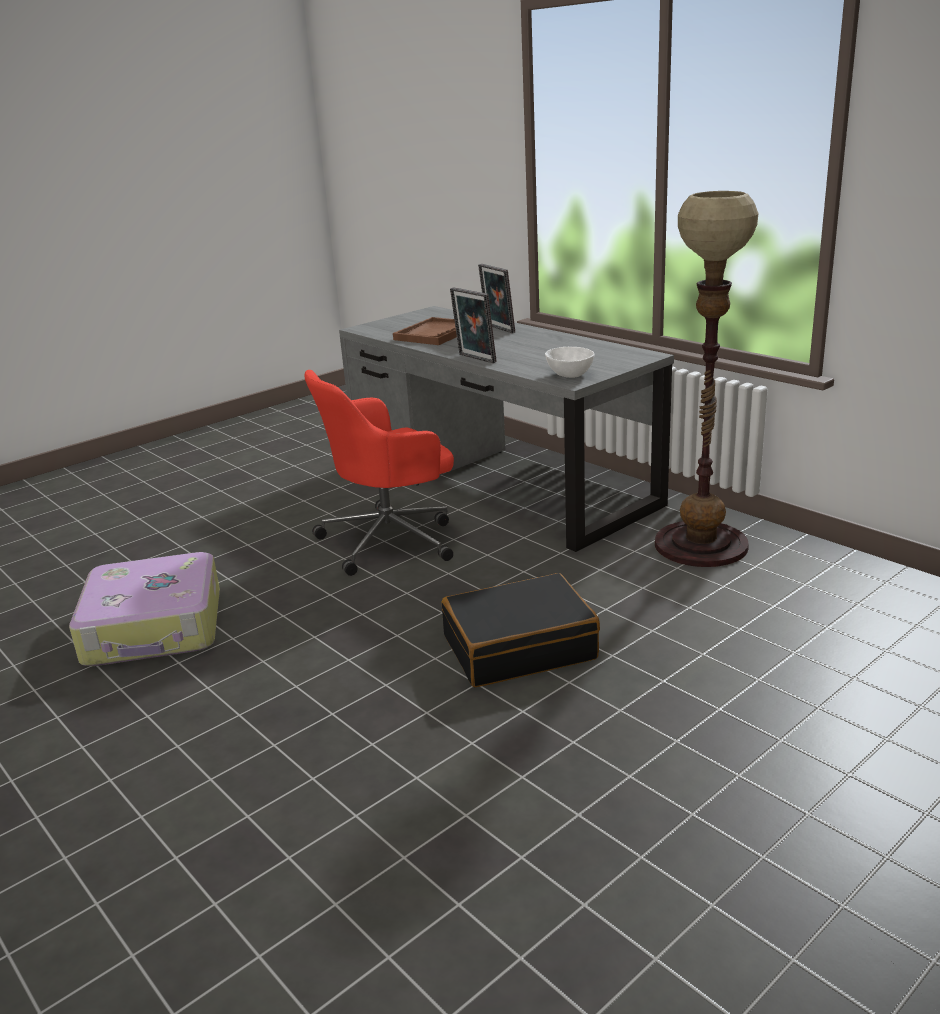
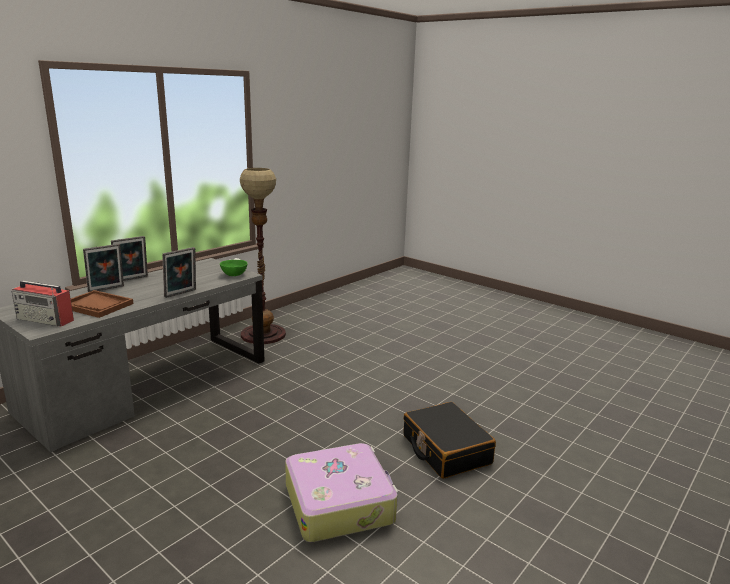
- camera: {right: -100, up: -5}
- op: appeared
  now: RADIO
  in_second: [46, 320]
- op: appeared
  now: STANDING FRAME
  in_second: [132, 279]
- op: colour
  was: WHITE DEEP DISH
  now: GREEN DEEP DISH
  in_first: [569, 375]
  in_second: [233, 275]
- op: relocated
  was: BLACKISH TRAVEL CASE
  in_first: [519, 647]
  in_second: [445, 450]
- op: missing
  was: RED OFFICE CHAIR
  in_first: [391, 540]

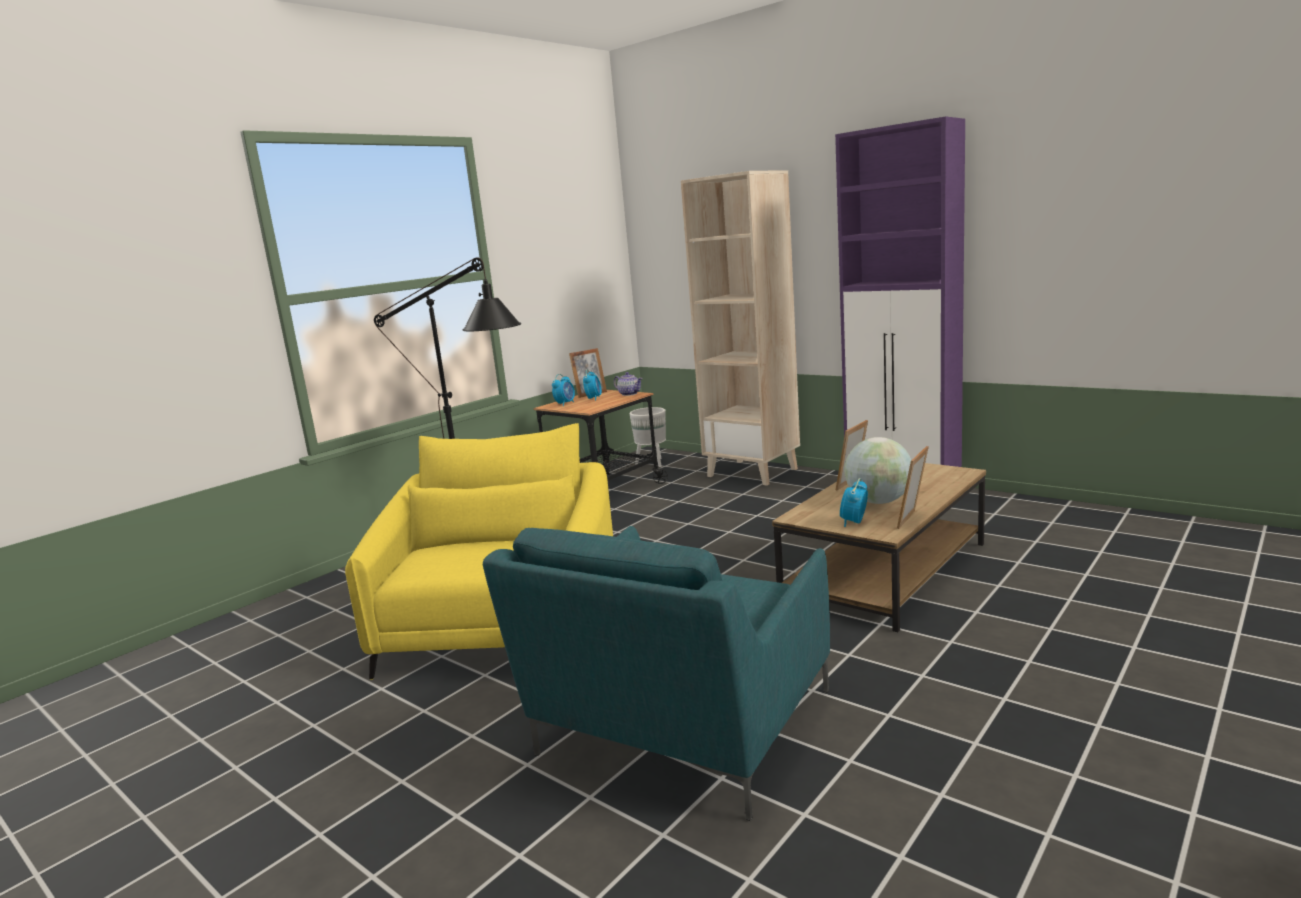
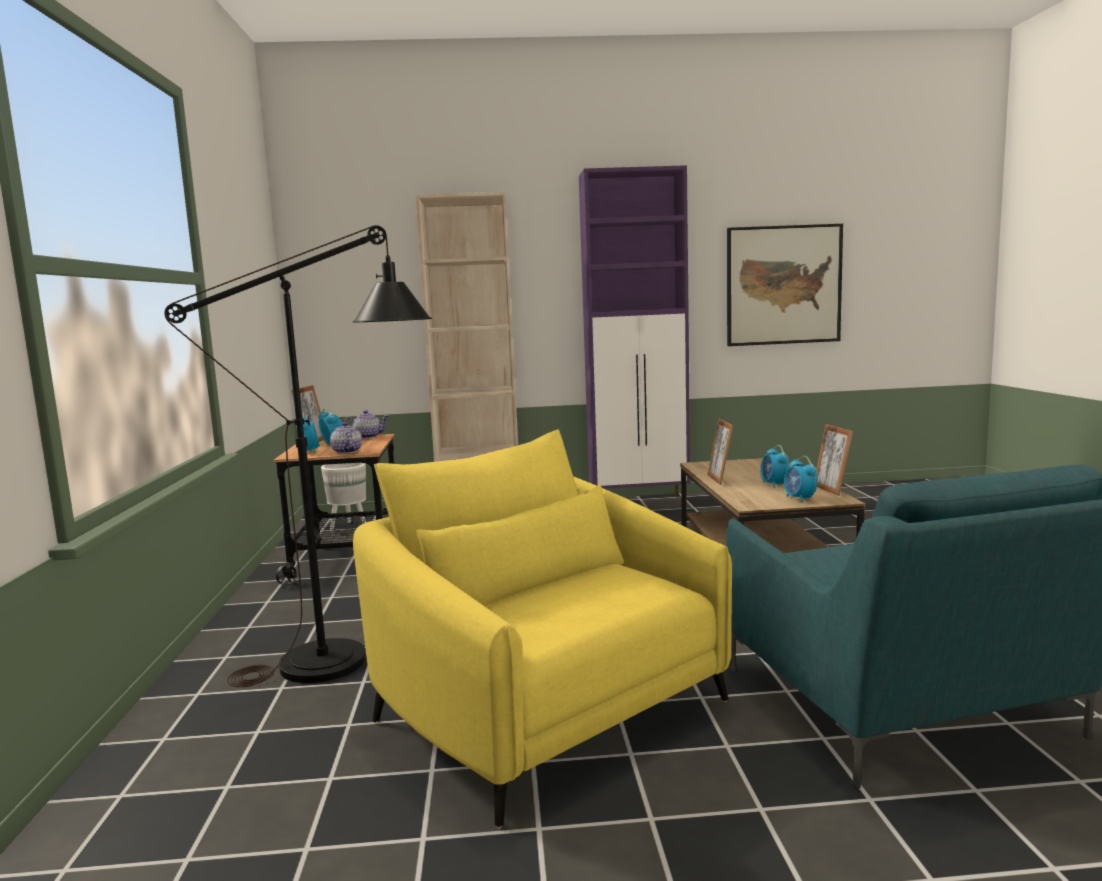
- camera: {right: -45, up: -5}
- op: appeared
  now: TEAPOT
  in_second: [346, 451]
- op: appeared
  now: WALL PICTURE
  in_second: [783, 285]
- op: exchanged
  was: WORLD GLOBE
  now: TABLE CLOCK
  in_first: [879, 502]
  in_second: [774, 485]

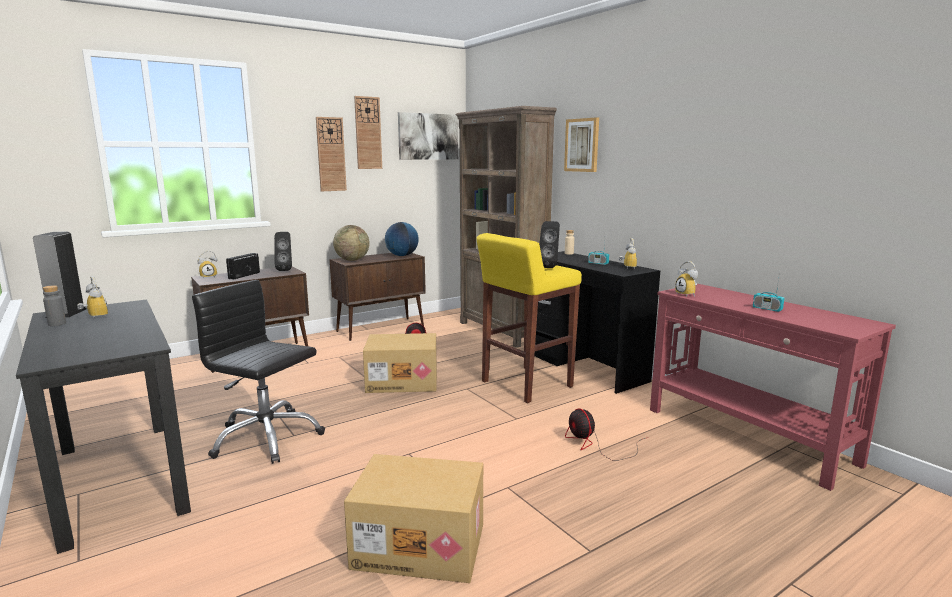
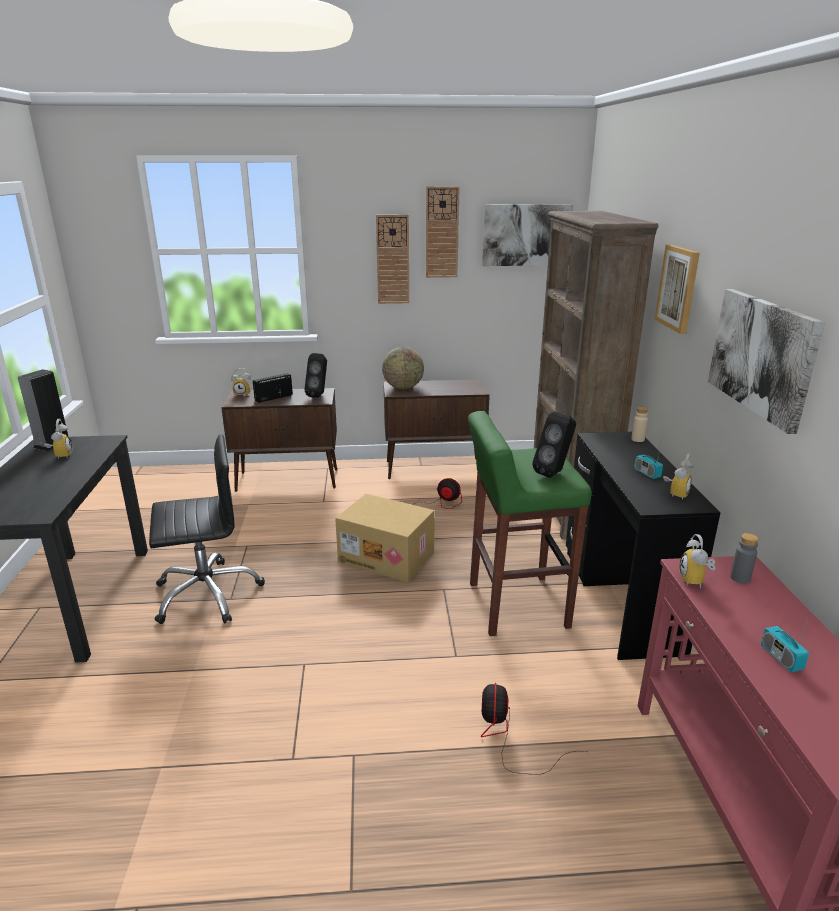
- camera: {right: 30, up: 10}
- op: spun
  was: BLACKISH OFFICE CHAIR
  in_first: [266, 438]
  in_second: [207, 593]
  clockwise: 105
- op: colour
  was: YELLOWISH STOOL SEAT
  now: GREEN STOOL SEAT
  in_first: [525, 384]
  in_second: [516, 605]
- op: appeared
  now: WALL PICTURE
  in_second: [762, 355]
- op: relocated
  was: GRAY BOTTLE
  in_first: [57, 324]
  in_second: [740, 578]
- op: missing
  was: CARTON
  in_first: [421, 545]
- op: missing
  was: WORLD GLOBE
  in_first: [402, 255]

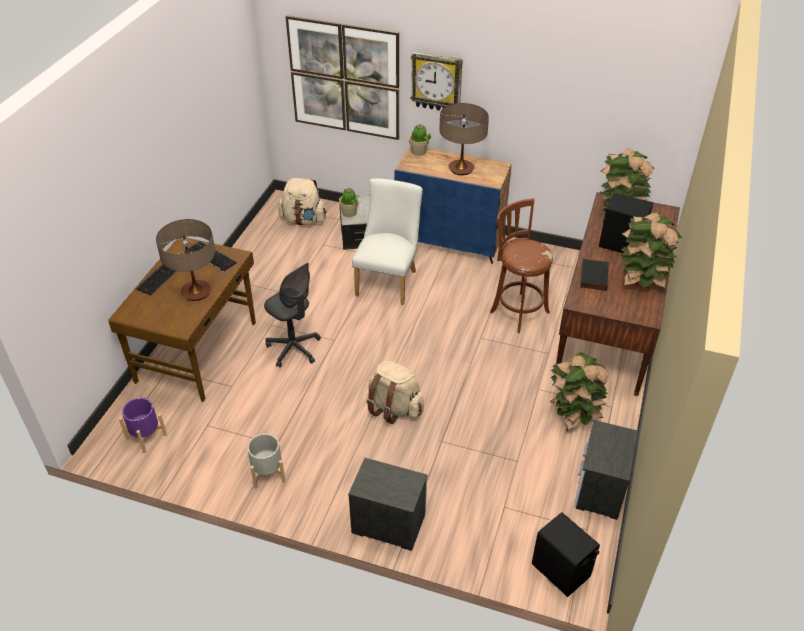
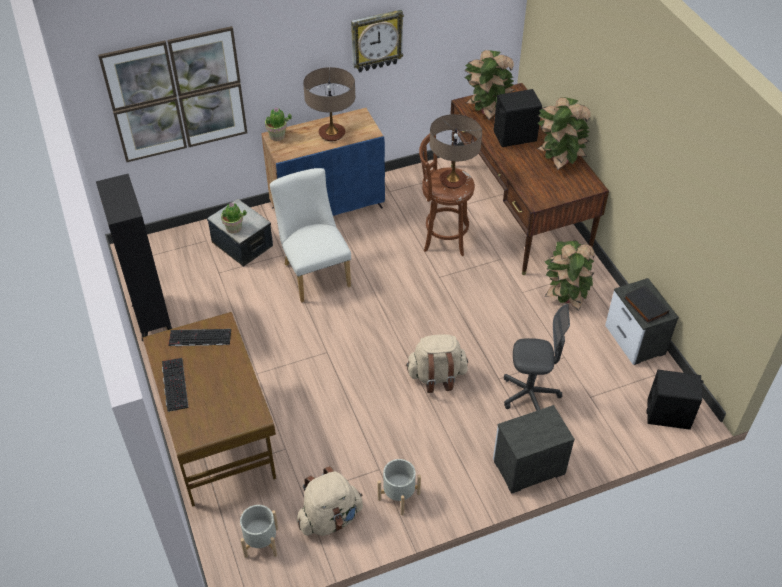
- camera: {right: -40, up: 5}
- op: appeared
  now: BLACKISH BOOKSHELF
  in_second: [152, 317]
- op: colour
  was: PURPLISH PLANTER
  now: GRAY PLANTER
  in_first: [146, 436]
  in_second: [261, 542]
- op: relocated
  was: BEIGE-COLOURED RUCKSACK
  in_first: [303, 220]
  in_second: [330, 518]
- op: relocated
  was: HANGING CLOCK
  in_first: [436, 82]
  in_second: [376, 40]
- op: relocated
  was: TABLETOP LAMP
  in_first: [196, 292]
  in_second: [452, 180]
- op: relocated
  was: GRAY OFFICE CHAIR
  in_first: [294, 348]
  in_second: [530, 395]
- op: relocated
  was: BLACKISH BOUND BOOK
  in_first: [592, 276]
  in_second: [644, 306]

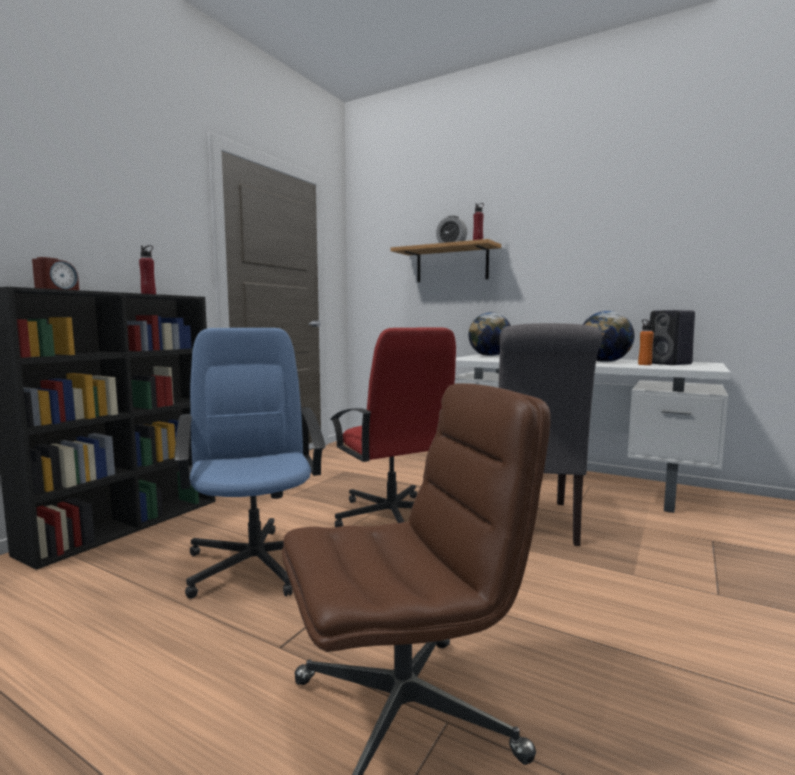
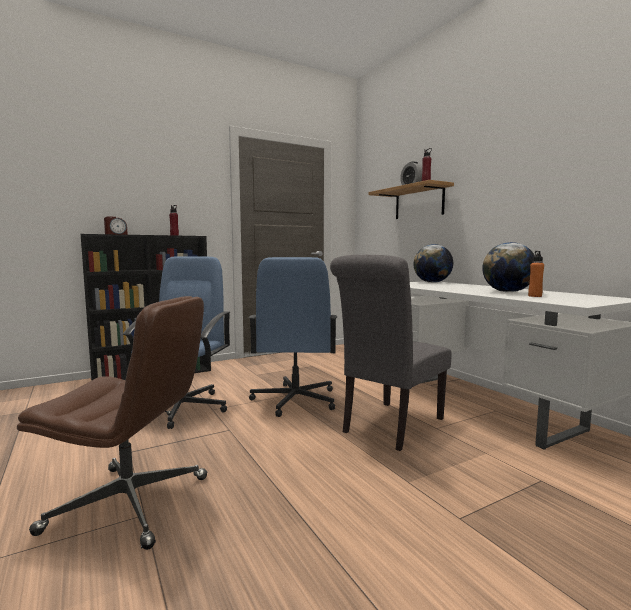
- camera: {right: 30, up: 0}
- op: colour
  was: RED OFFICE CHAIR
  now: BLUE OFFICE CHAIR
  in_first: [392, 517]
  in_second: [294, 400]
- op: missing
  was: BLACKISH LOUDSPEAKER
  in_first: [670, 364]

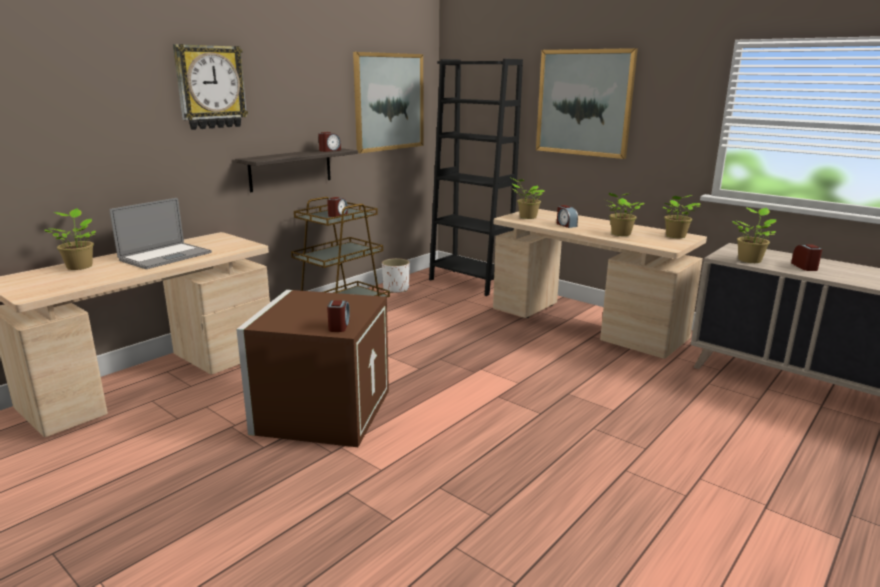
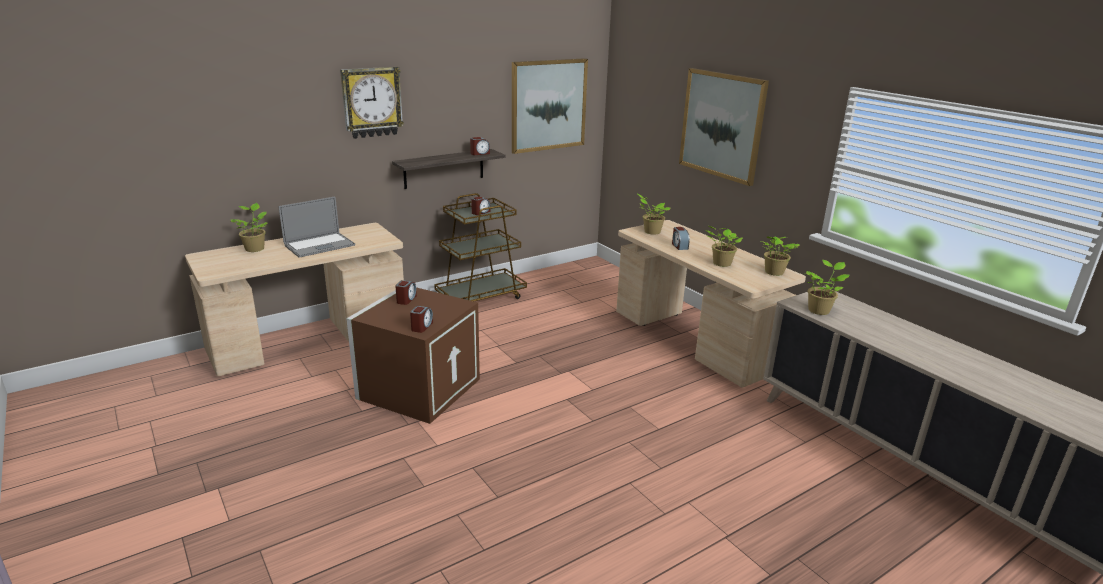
- camera: {right: 15, up: 5}
- op: relocated
  was: TABLE CLOCK
  in_first: [805, 267]
  in_second: [406, 299]
- op: missing
  was: WHITE PLANTER
  in_first: [396, 289]
- op: missing
  was: BLACKISH BOOKSHELF
  in_first: [470, 282]

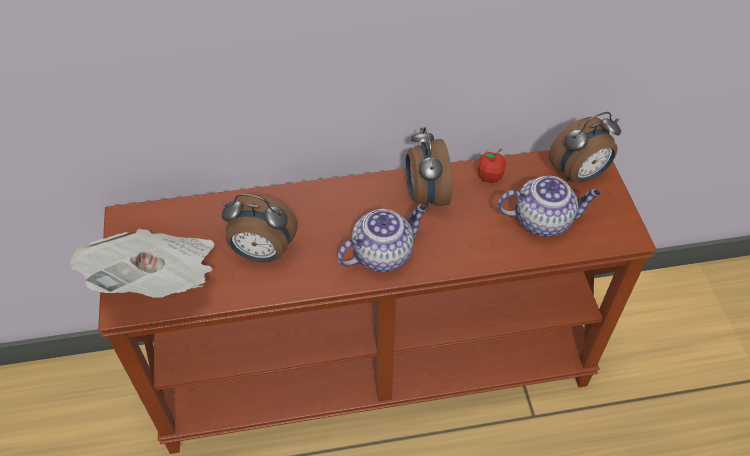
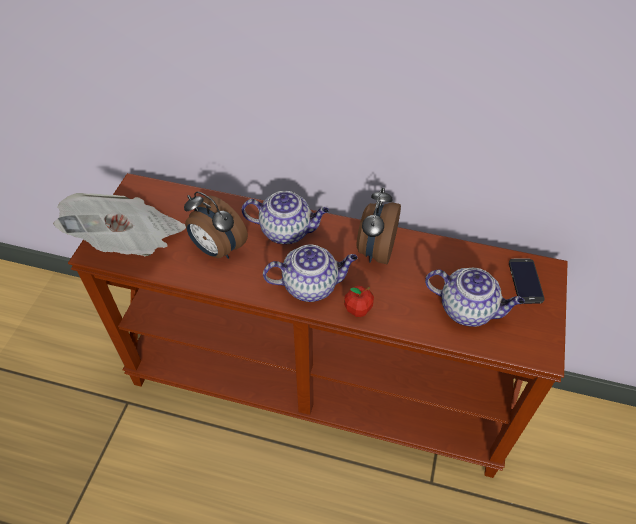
- camera: {right: 25, up: 0}
- op: appeared
  now: TEAPOT
  in_second: [287, 231]
- op: relocated
  was: WHOLE APPLE
  in_first: [489, 177]
  in_second: [358, 310]
- op: exchanged
  was: TABLE CLOCK
  now: TELEPHONE
  in_first: [579, 175]
  in_second: [525, 281]

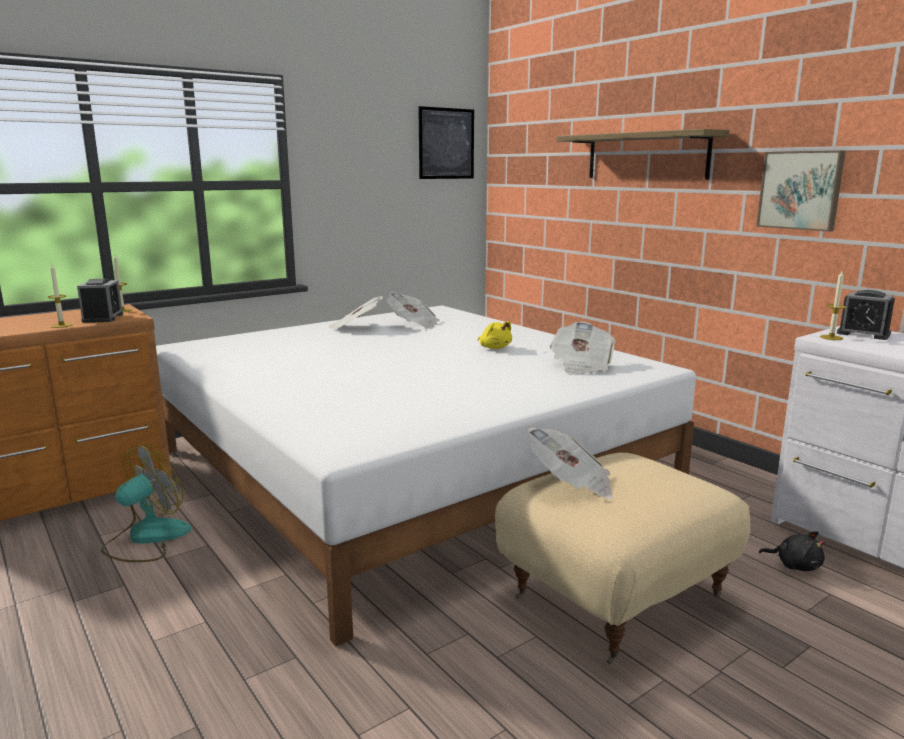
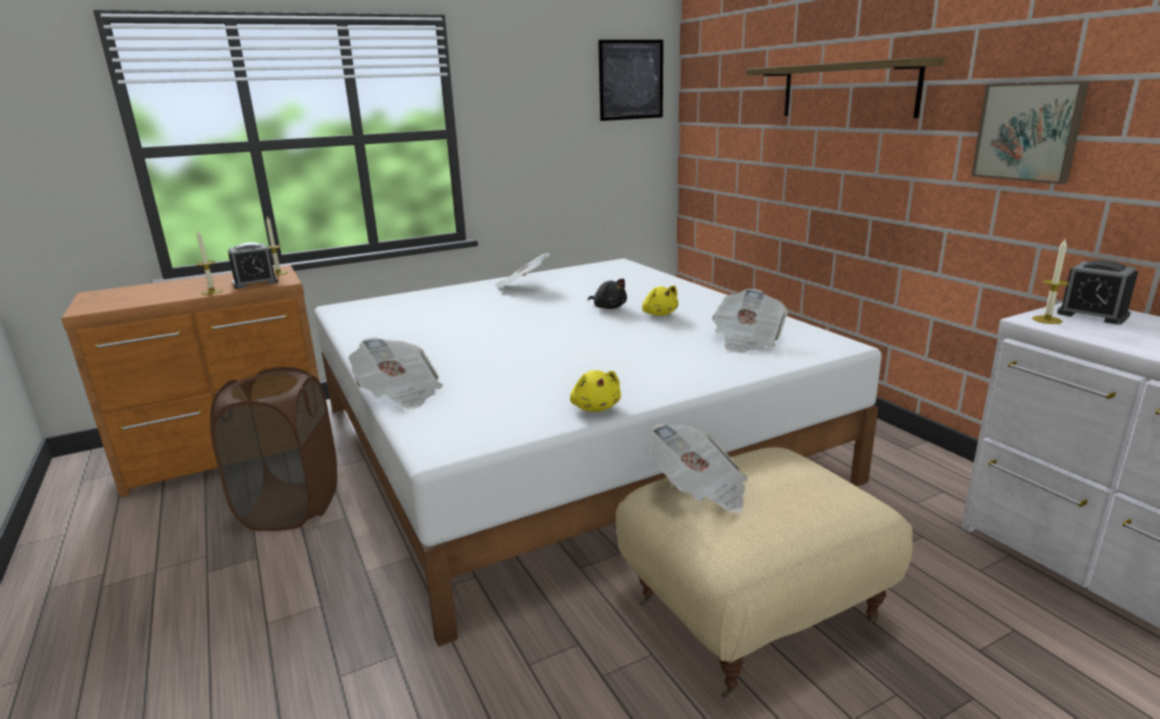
- camera: {right: 10, up: 5}
- op: exchanged
  was: FAN
  now: BROWN WASHING BASKET
  in_first: [146, 538]
  in_second: [291, 506]
- op: spun
  was: TABLE CLOCK
  in_first: [103, 318]
  in_second: [255, 282]
  clockwise: 60
- op: relocated
  was: PRINTED PAPER
  in_first: [413, 325]
  in_second: [399, 394]
- op: appeared
  now: YELLOWISH PLUSH TOY
  in_second: [595, 407]
- op: relocated
  was: BLACKISH PLUSH TOY
  in_first: [795, 565]
  in_second: [609, 307]

